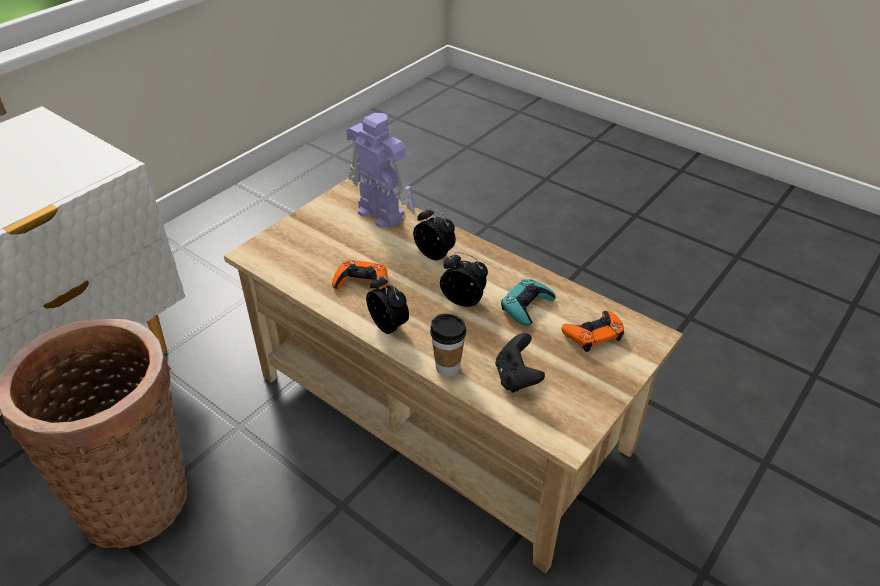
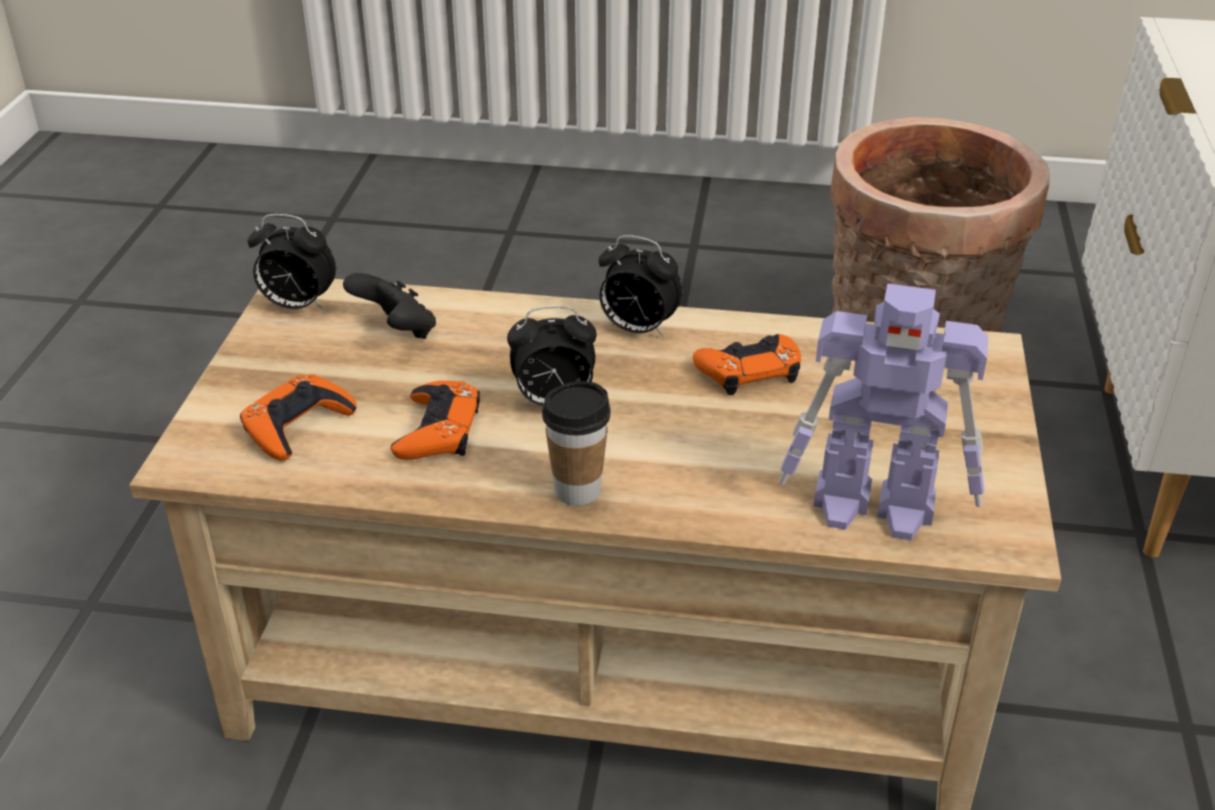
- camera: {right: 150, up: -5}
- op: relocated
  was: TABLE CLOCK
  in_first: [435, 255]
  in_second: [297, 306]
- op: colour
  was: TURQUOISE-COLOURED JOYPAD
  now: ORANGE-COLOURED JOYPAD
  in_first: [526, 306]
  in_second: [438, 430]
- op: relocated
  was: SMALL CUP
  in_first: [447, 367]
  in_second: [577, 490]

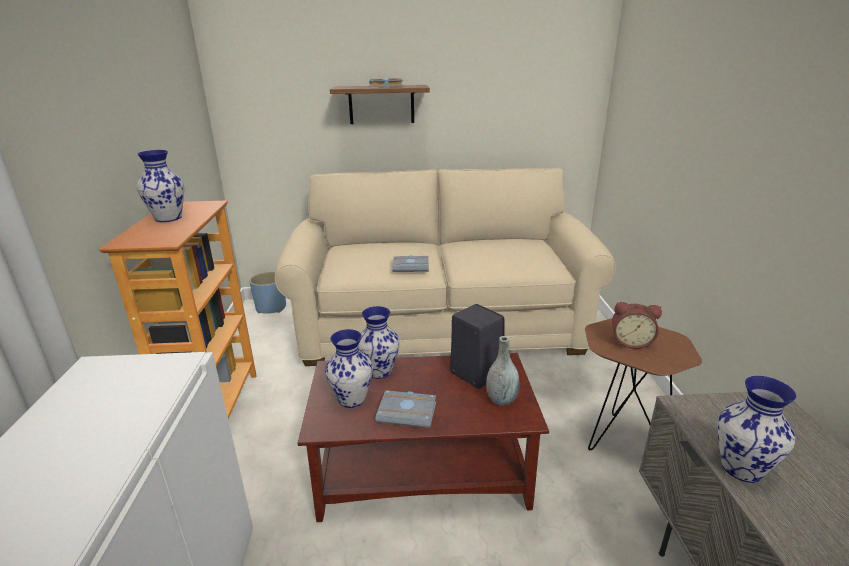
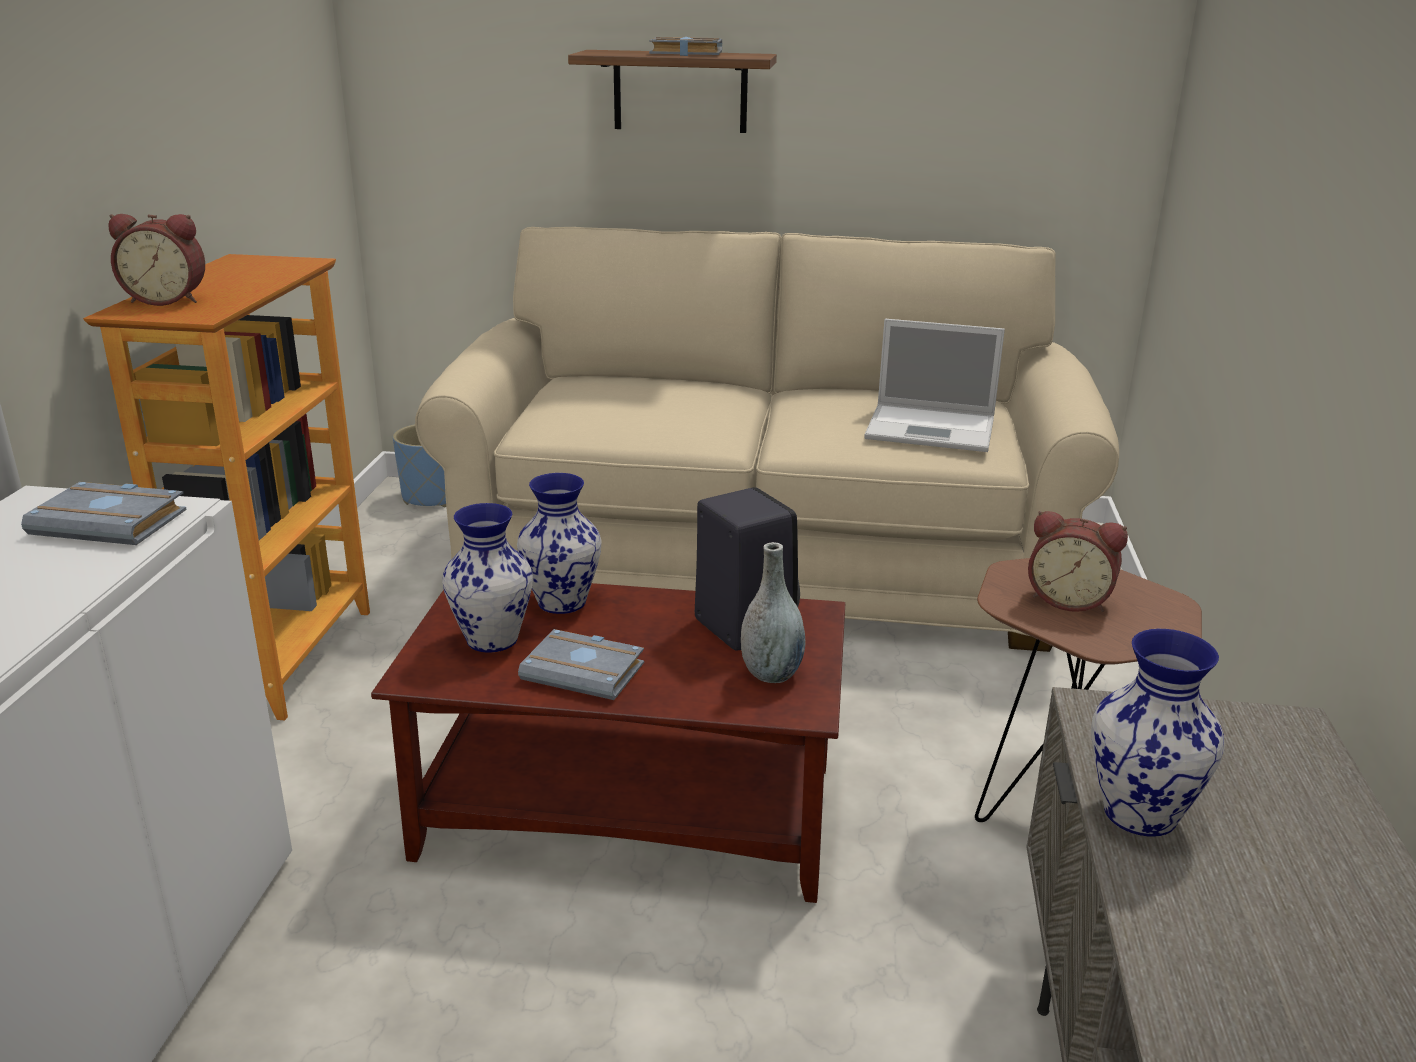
- camera: {right: 10, up: 0}
- op: relocated
  was: GRAY BOUND BOOK
  in_first: [411, 266]
  in_second: [113, 522]
- op: appeared
  now: TABLE CLOCK
  in_second: [167, 300]
- op: appeared
  now: NOTEBOOK COMPUTER
  in_second: [933, 429]
- op: missing
  was: VASE
  in_first: [167, 218]

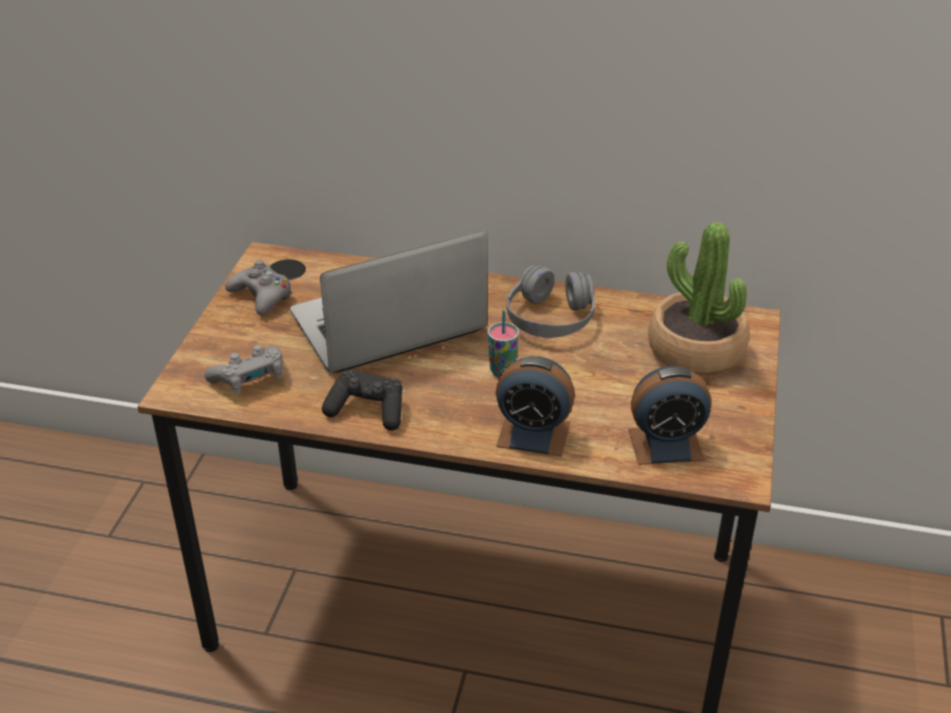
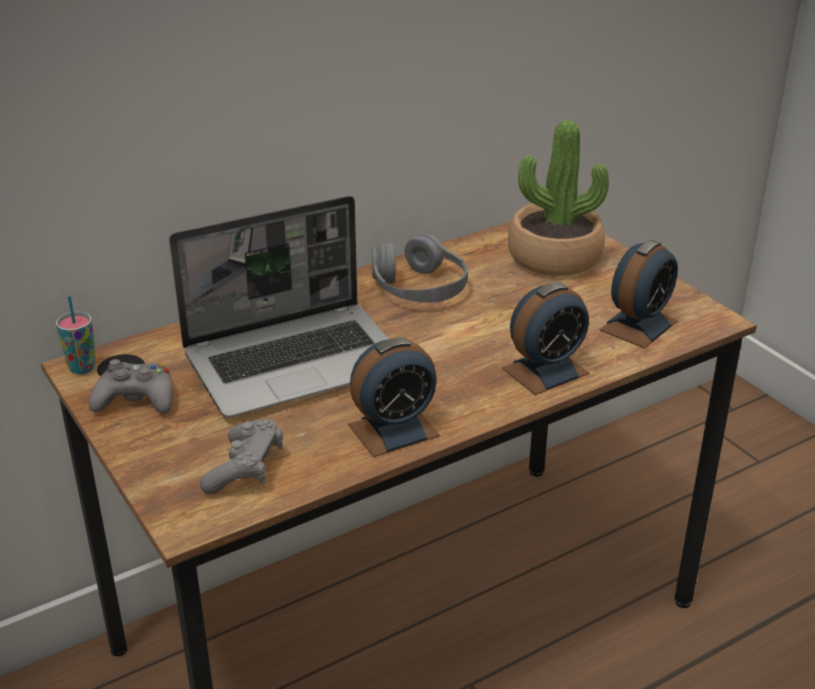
- camera: {right: -45, up: -5}
- op: relocated
  was: SMALL CUP
  in_first: [502, 371]
  in_second: [82, 368]
- op: spun
  was: NOTEBOOK COMPUTER
  in_first: [386, 326]
  in_second: [297, 361]
  clockwise: -135
- op: exchanged
  was: BLACKISH JOYPAD
  now: TABLE CLOCK
  in_first: [368, 410]
  in_second: [393, 430]

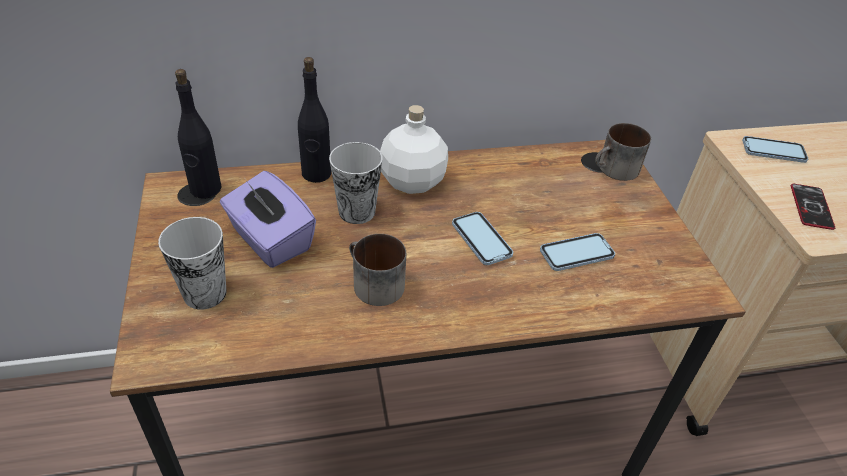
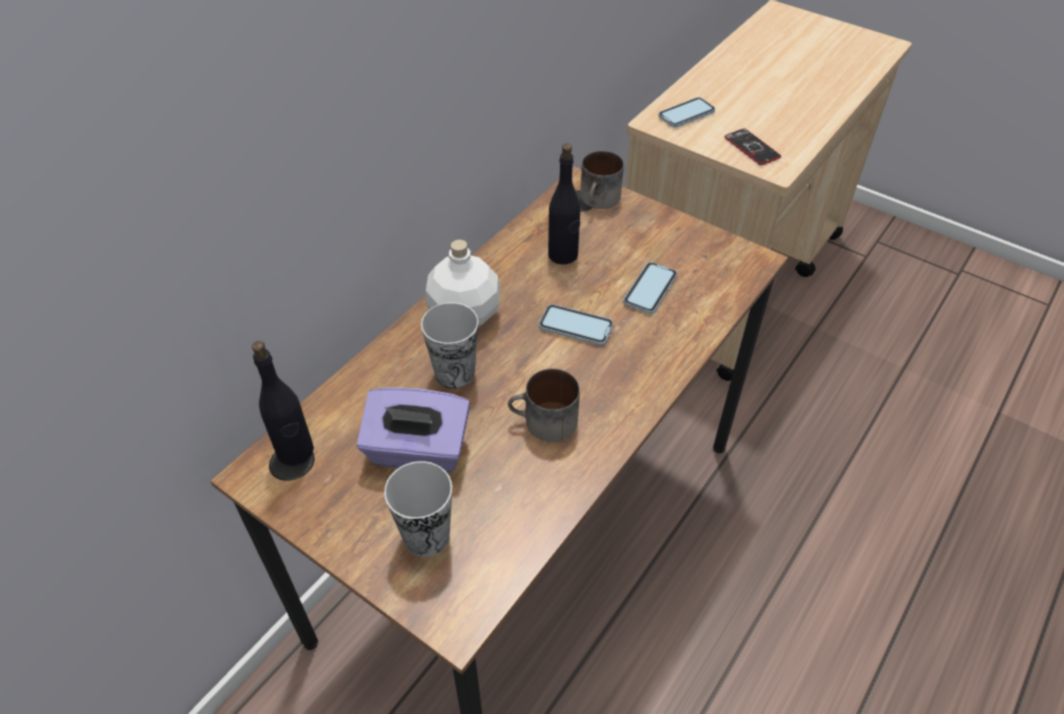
- camera: {right: -40, up: 5}
- op: relocated
  was: BLACKISH BOTTLE
  in_first: [316, 174]
  in_second: [563, 255]

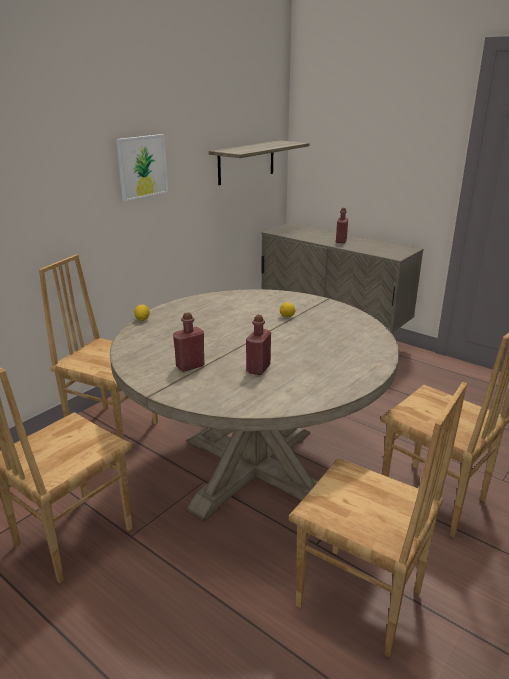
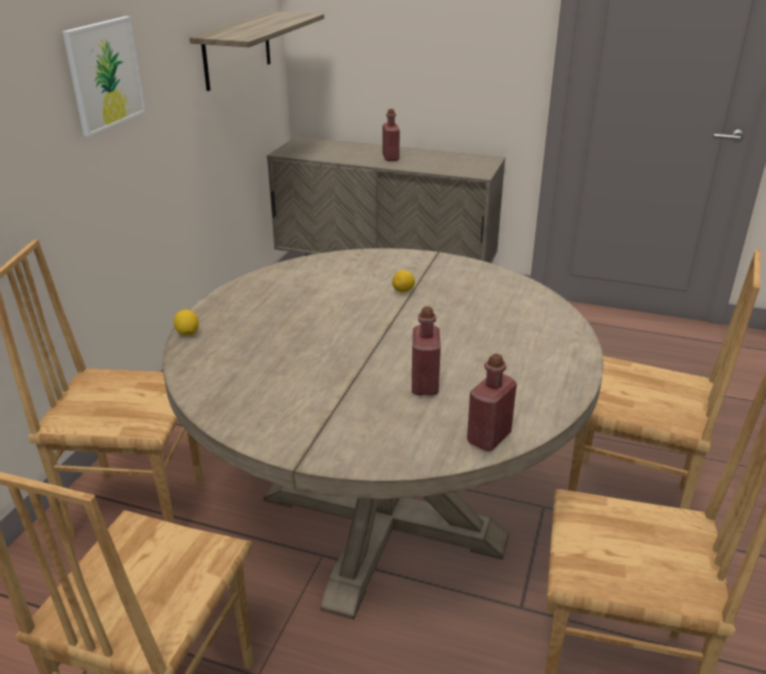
- camera: {right: -20, up: 5}
- op: relocated
  was: RED BOTTLE
  in_first: [190, 366]
  in_second: [489, 438]

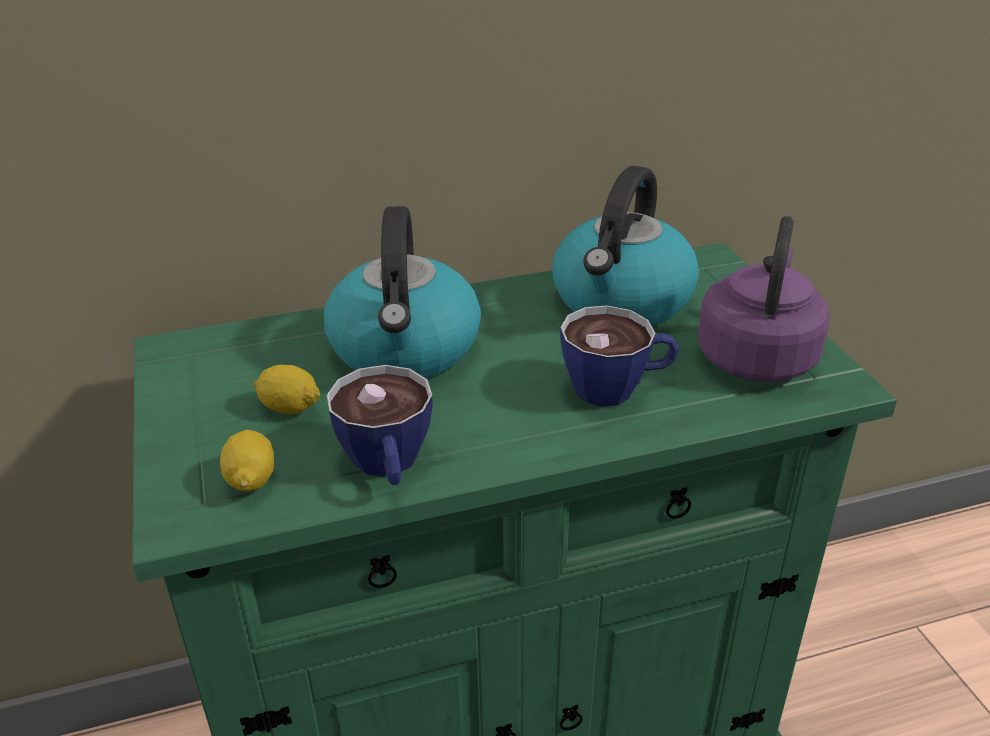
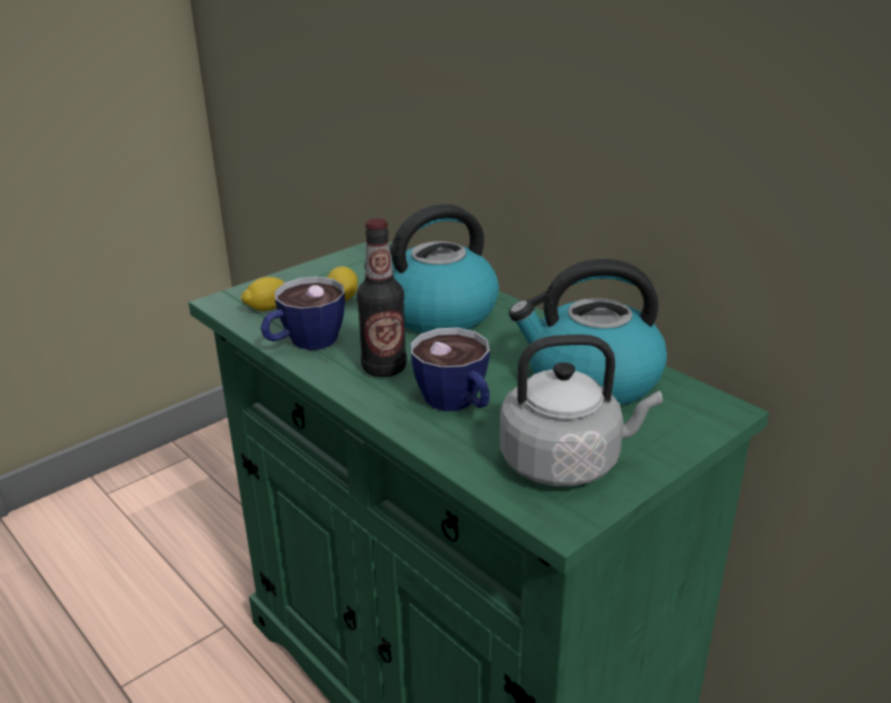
- camera: {right: 65, up: -5}
- op: appeared
  now: BOTTLE
  in_second: [384, 368]
- op: colour
  was: PURPLISH WATER KETTLE
  now: GRAY WATER KETTLE
  in_first: [757, 356]
  in_second: [566, 462]

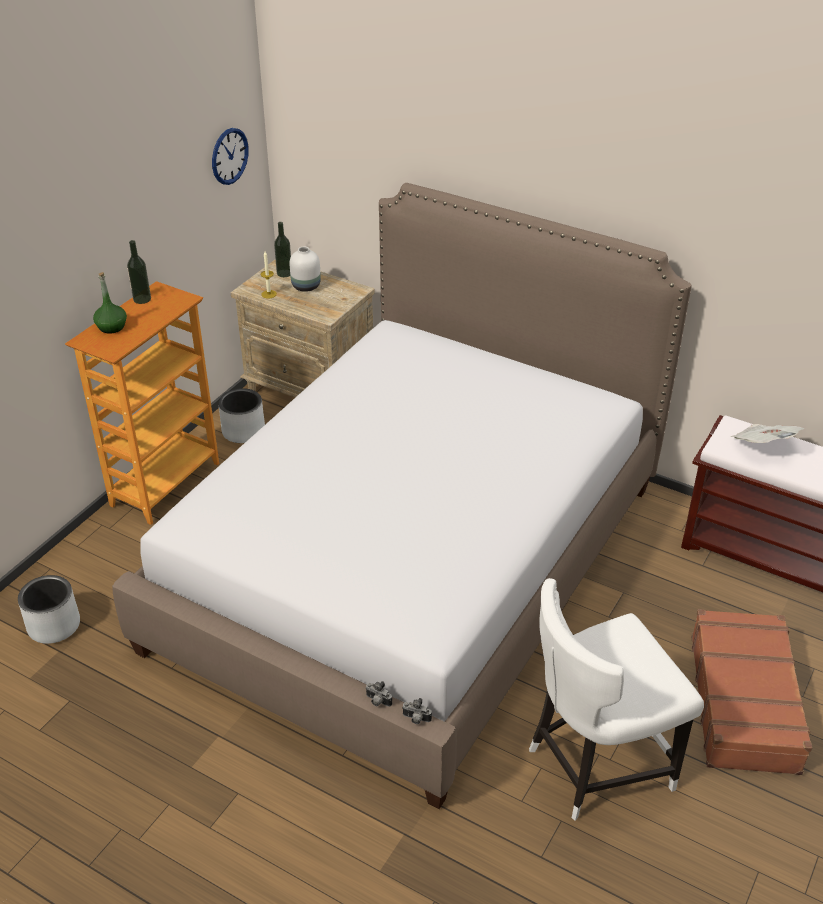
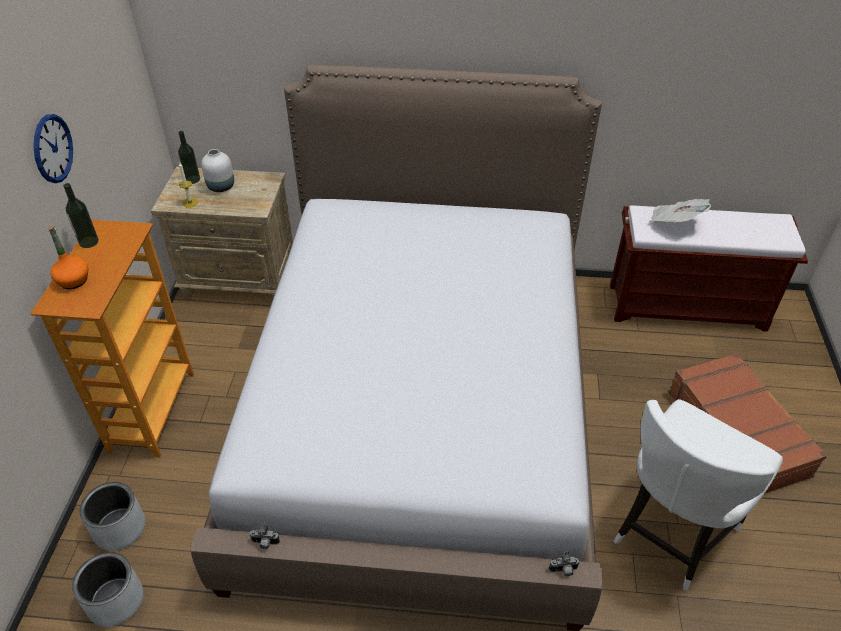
- camera: {right: -25, up: 5}
- op: relocated
  was: HANGING CLOCK
  in_first: [229, 156]
  in_second: [52, 148]
- op: colour
  was: GREEN BOTTLE
  now: ORANGE-COLOURED BOTTLE
  in_first: [111, 327]
  in_second: [73, 281]
- op: relocated
  was: GRAY PLANTER
  in_first: [243, 431]
  in_second: [120, 528]
- op: relocated
  was: STILL CAMERA
  in_first: [377, 701]
  in_second: [265, 543]

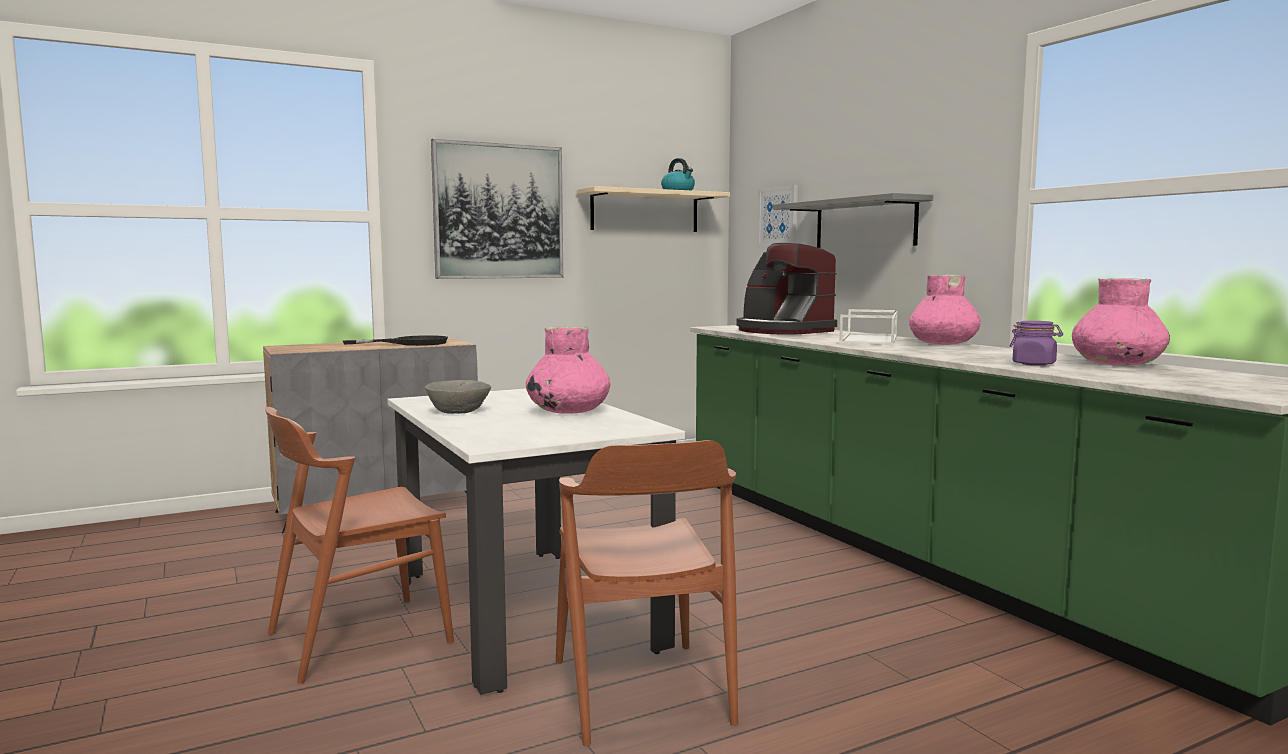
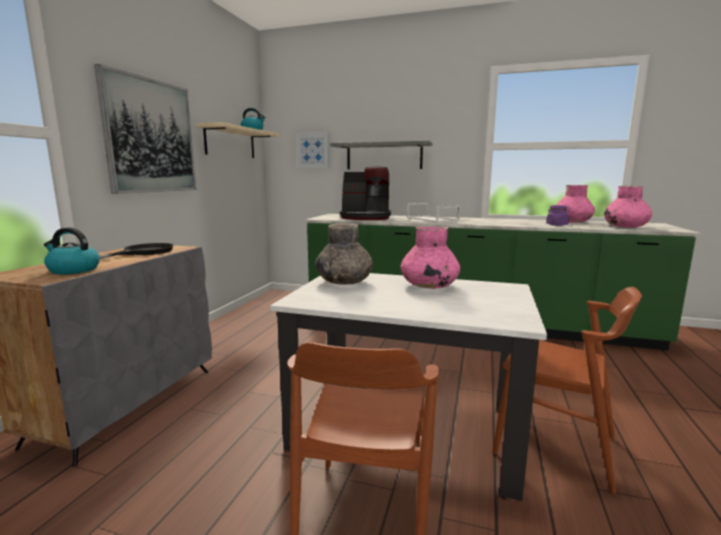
- camera: {right: -45, up: 5}
- op: appeared
  now: WATER KETTLE
  in_second: [73, 270]
- op: appeared
  now: GRAY VASE
  in_second: [344, 282]
- op: relocated
  was: PINK VASE
  in_first: [943, 344]
  in_second: [625, 227]
- op: missing
  was: GRAY DEEP DISH
  in_first: [458, 412]

